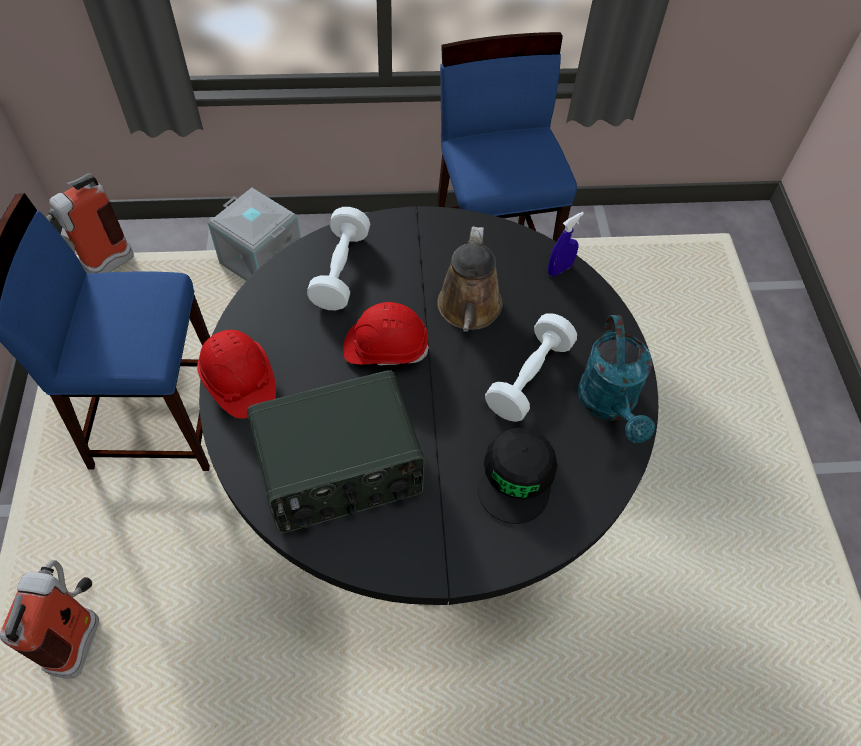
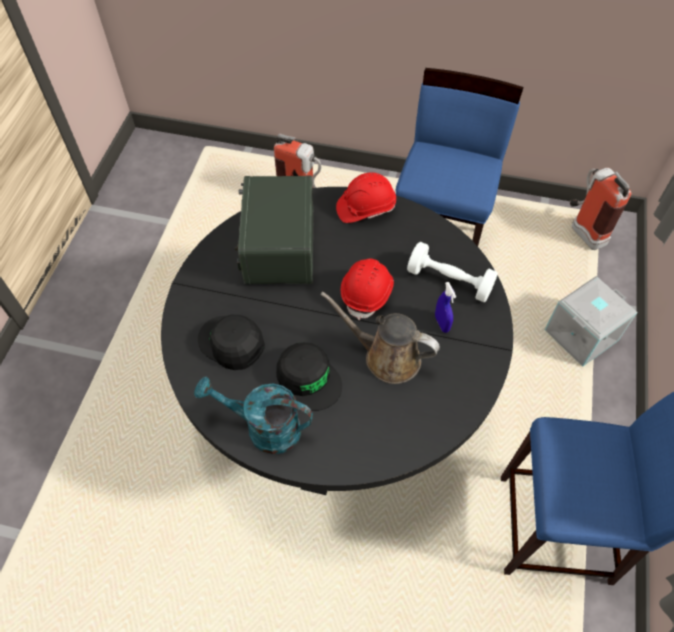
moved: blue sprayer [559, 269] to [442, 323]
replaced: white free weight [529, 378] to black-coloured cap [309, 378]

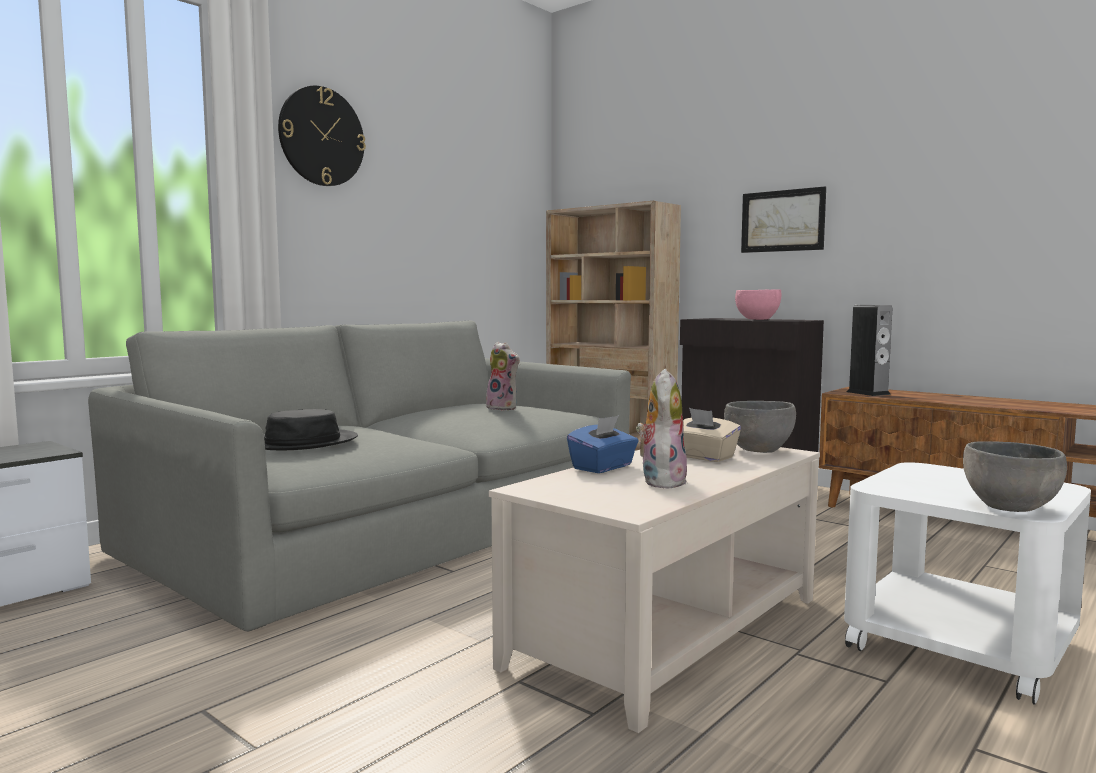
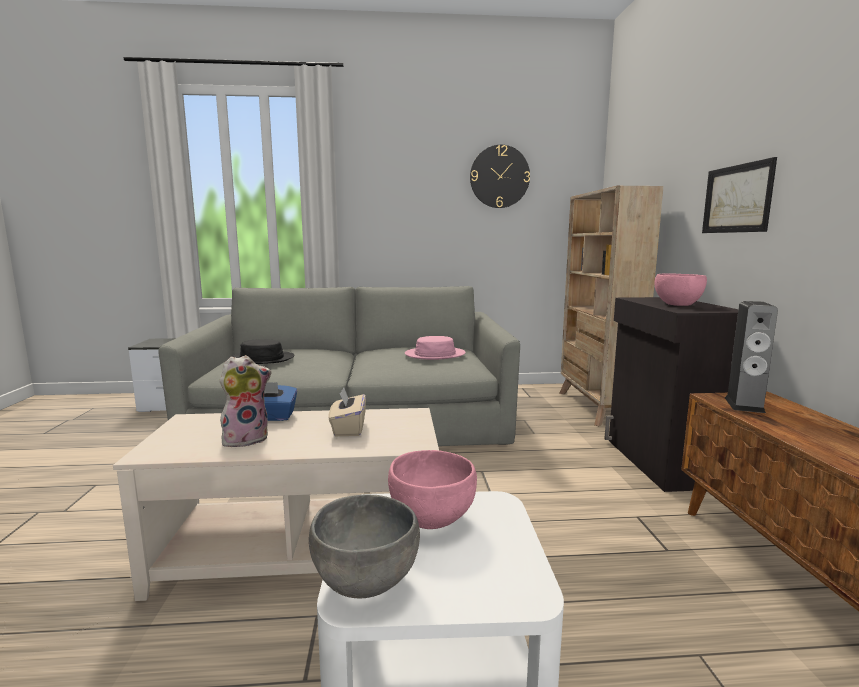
removed: gray serving bowl [758, 450]
added: pink-coloured serving bowl [431, 519]
moved: hanging clock [321, 136] to [499, 177]
replaced: soft toy [504, 408] to pink-coloured wearable hat [435, 354]

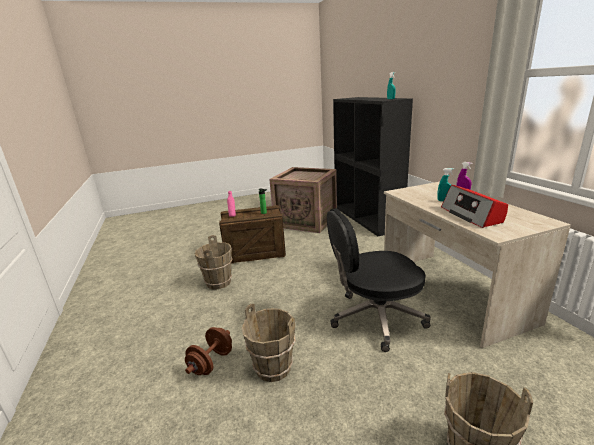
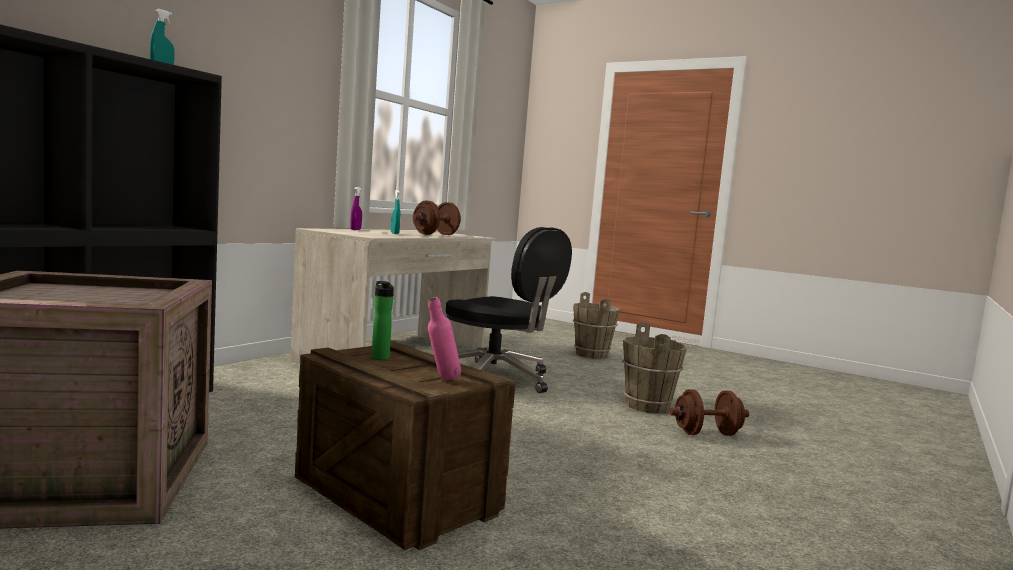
removed: brown water bucket [219, 282]
replaced: radio set [472, 215] to brown free weight [436, 234]

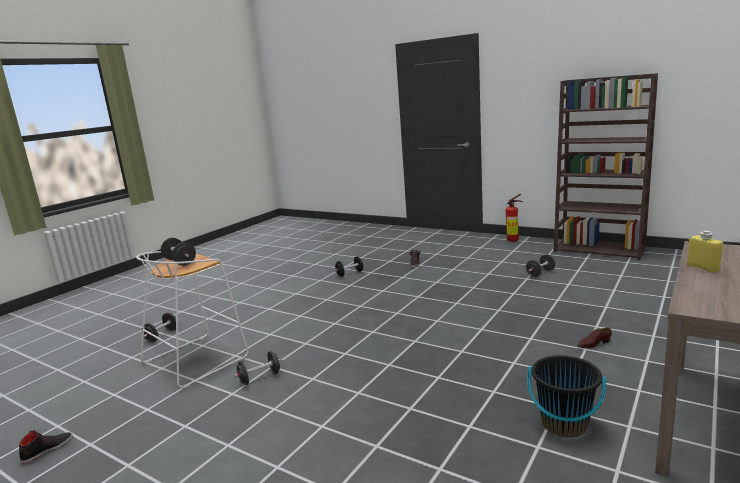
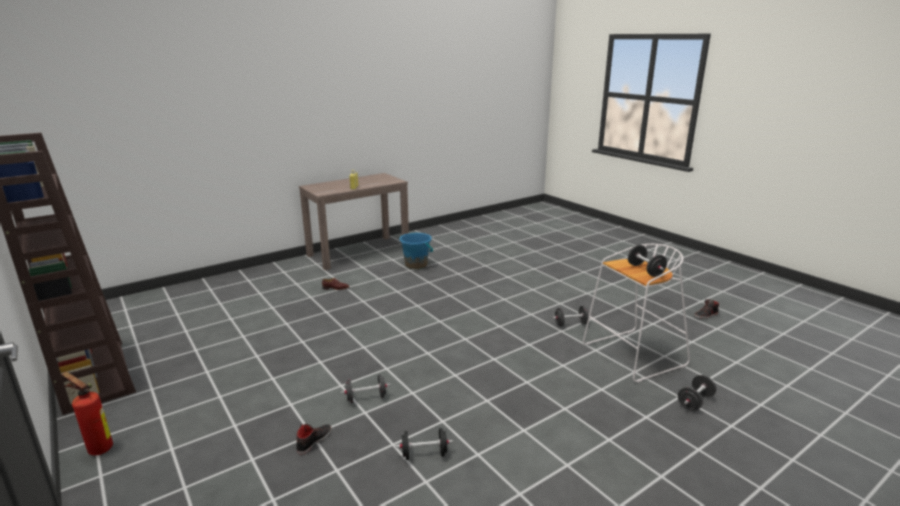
moved: black-coloured free weight [540, 273] to [366, 398]
recoloured: black-coloured water bucket [564, 424] to blue water bucket [416, 265]

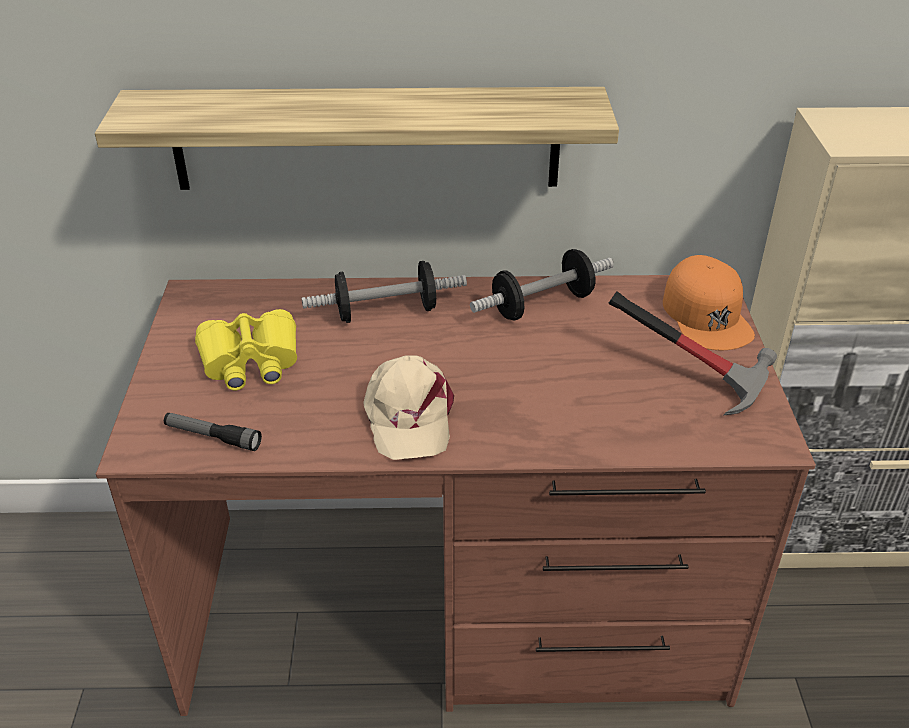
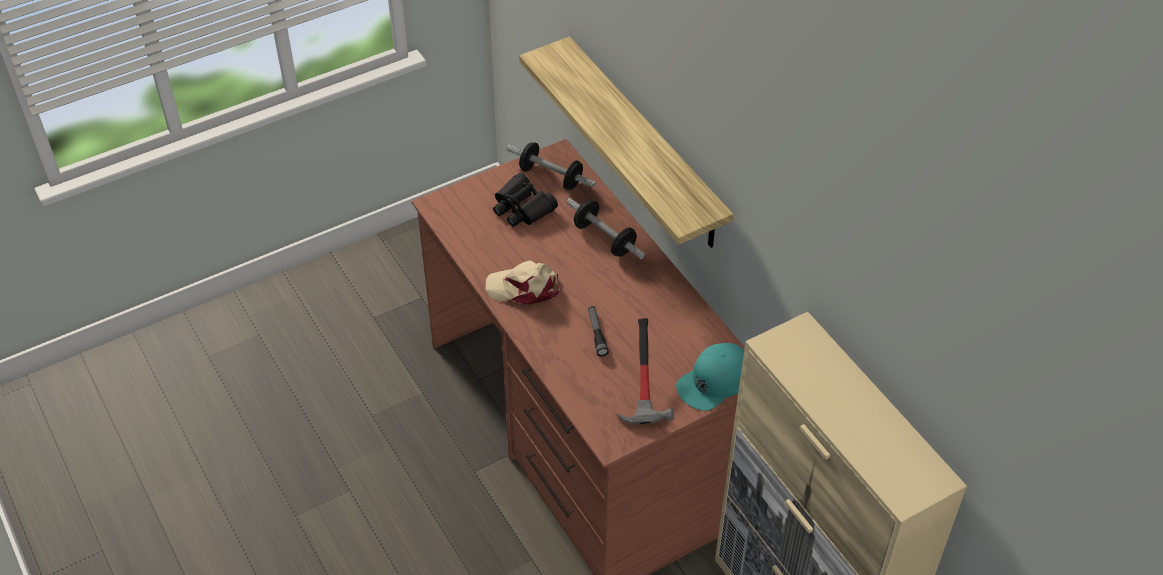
moved: free weight [542, 305] to [551, 177]; flashlight [212, 437] to [597, 334]
recoloured: orange cap [707, 315] to turquoise cap [713, 381]; yellow-coloured field glasses [250, 361] to black-coloured field glasses [522, 208]
turned: sand-coloured cap [408, 417] = [524, 288] 45 degrees clockwise

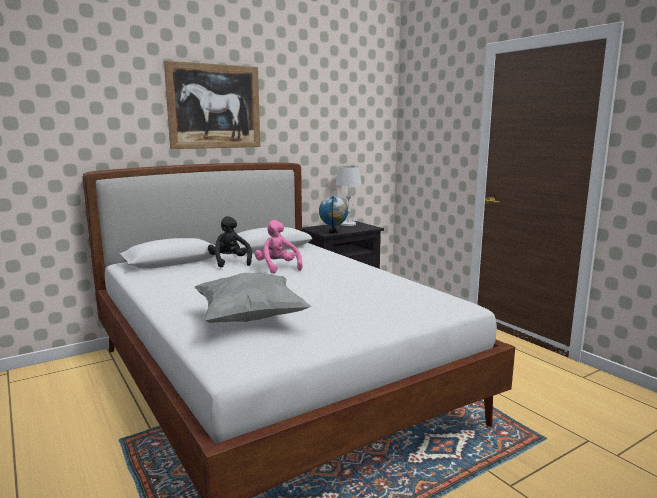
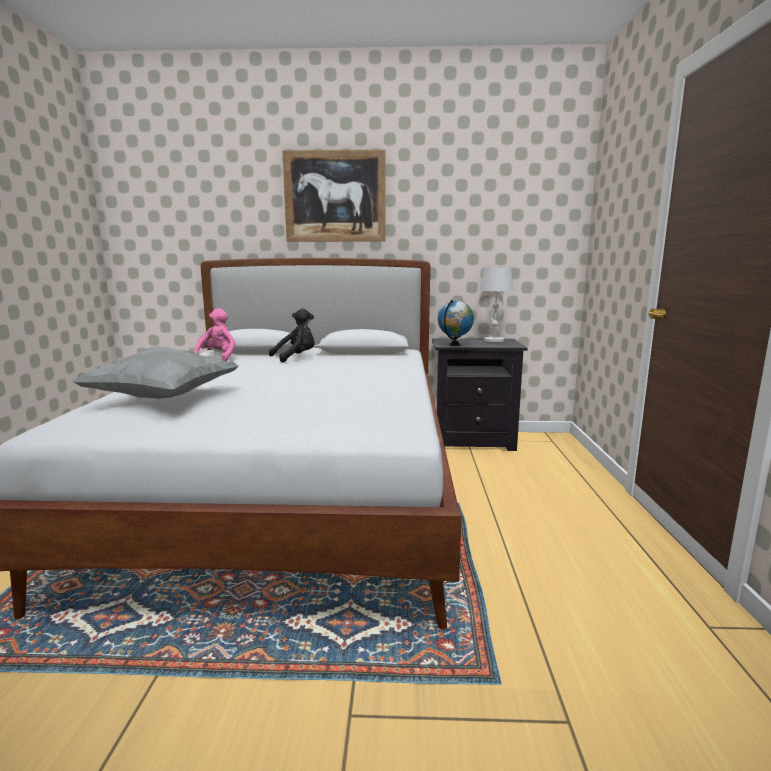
moved: pink-coloured soft toy [277, 268] to [217, 358]
turned: black-coloured soft toy [230, 262] = [296, 358] 45 degrees clockwise

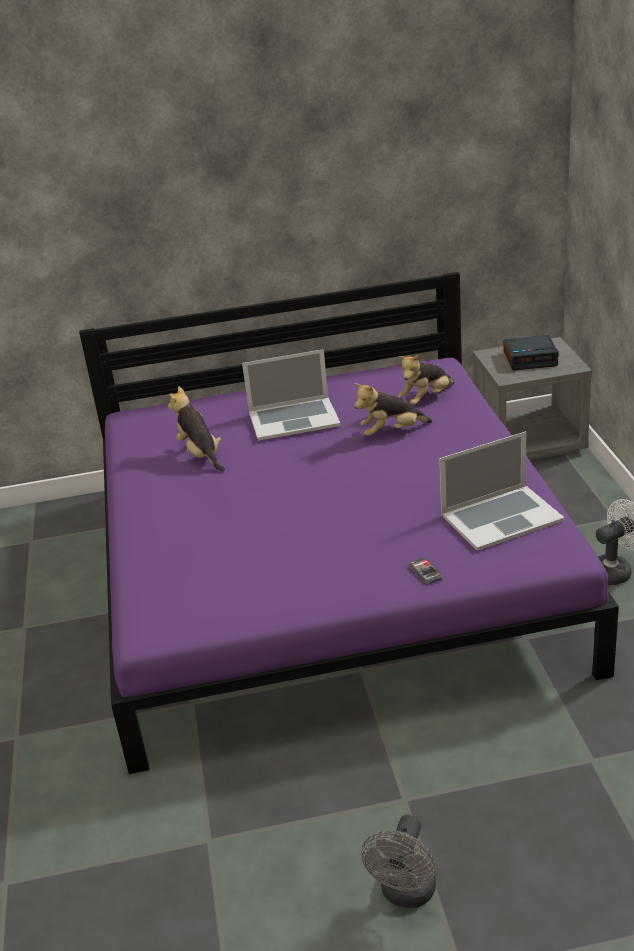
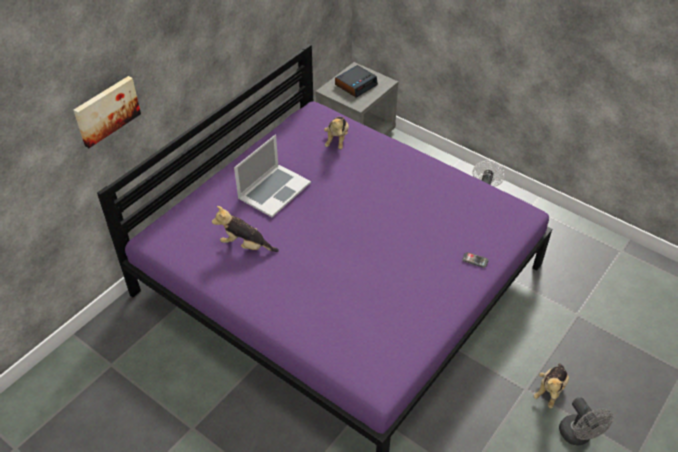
removed: laptop [501, 517]
added: picture [106, 110]
moved: soft toy [392, 432] to [550, 390]

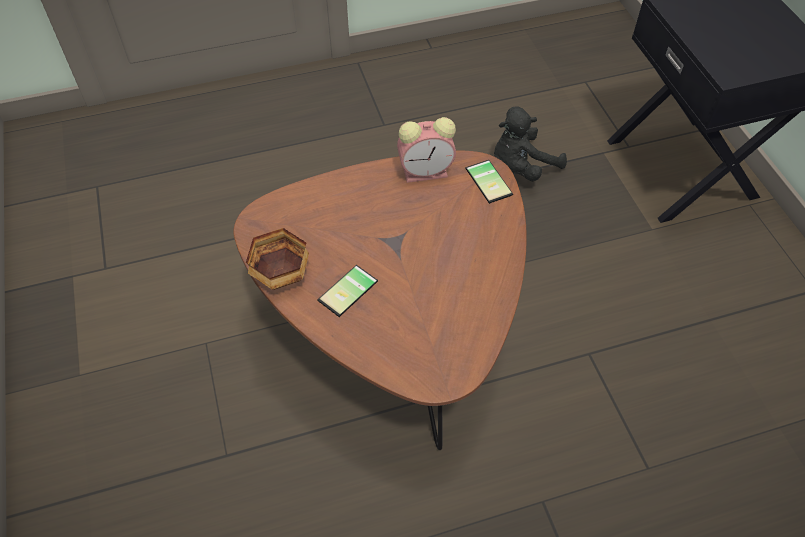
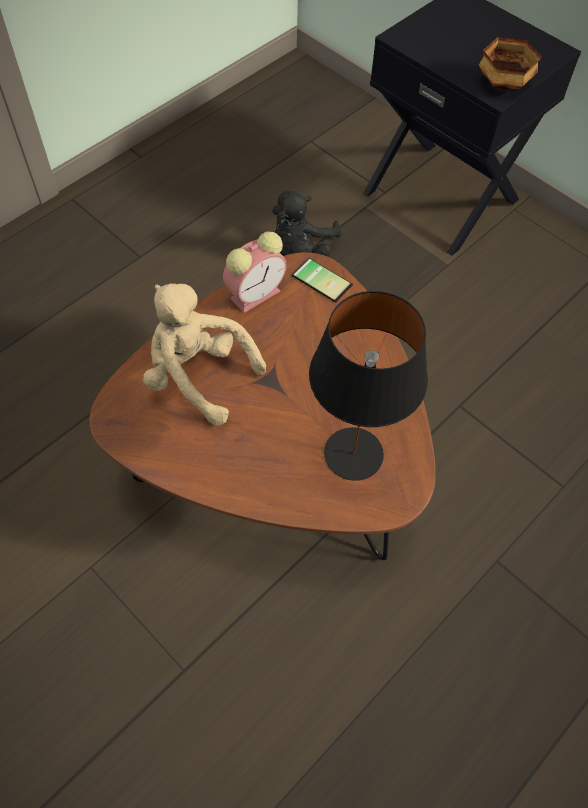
removed: handset [350, 292]
added: sand-coloured soft toy [198, 376]; black-coloured tabletop lamp [353, 453]
moved: serving bowl [283, 274] to [504, 83]

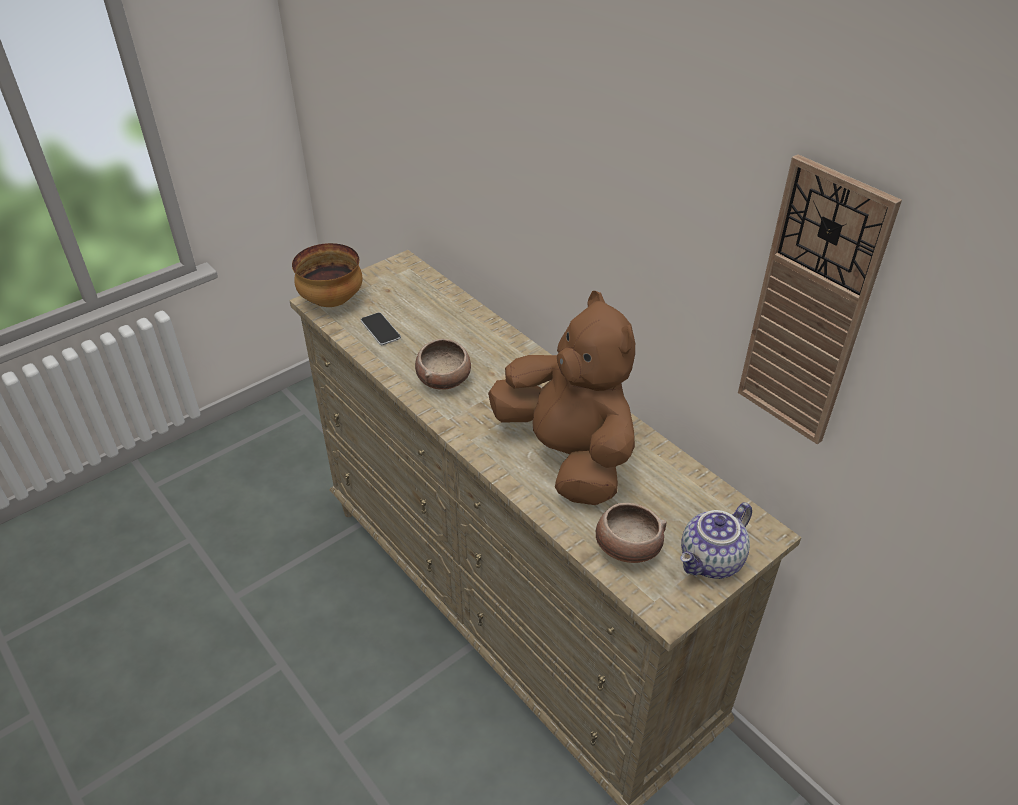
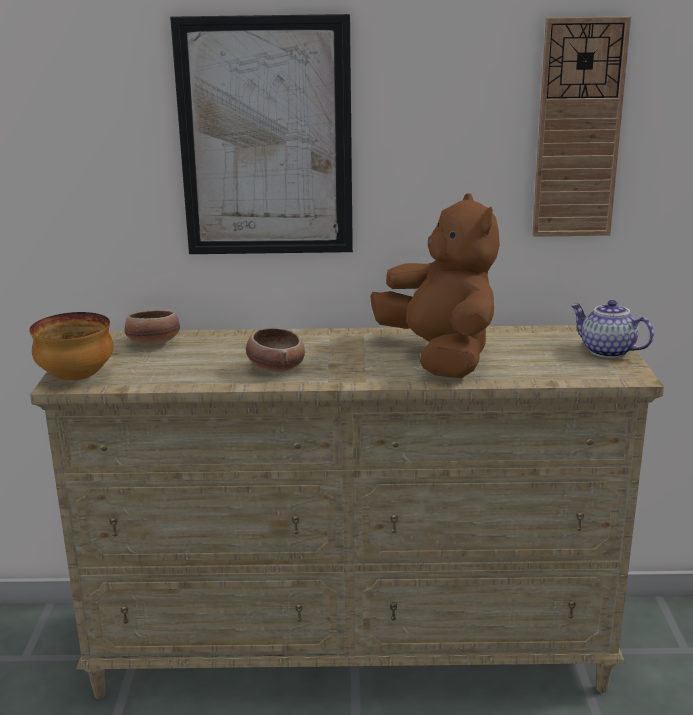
removed: handset [380, 329]
added: picture [266, 139]
moved: serving bowl [626, 548] to [153, 344]
turned: brown soft toy [568, 455] = [440, 357] 60 degrees clockwise; teapot [712, 562] = [606, 351] 135 degrees clockwise

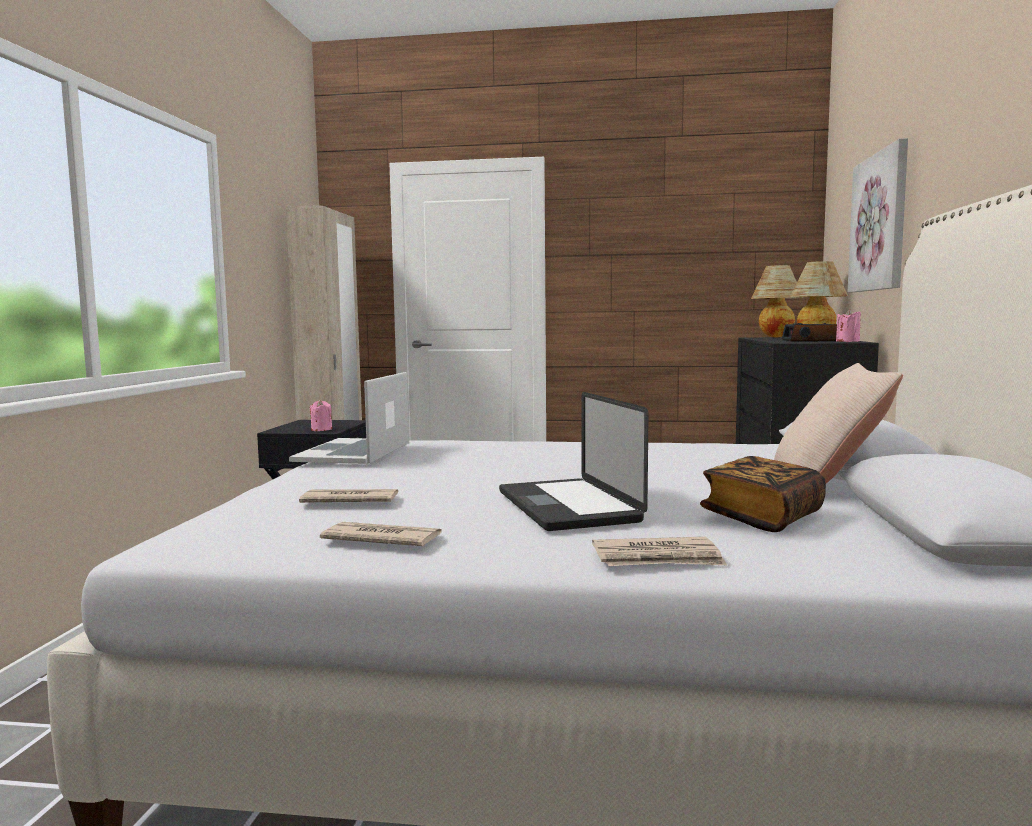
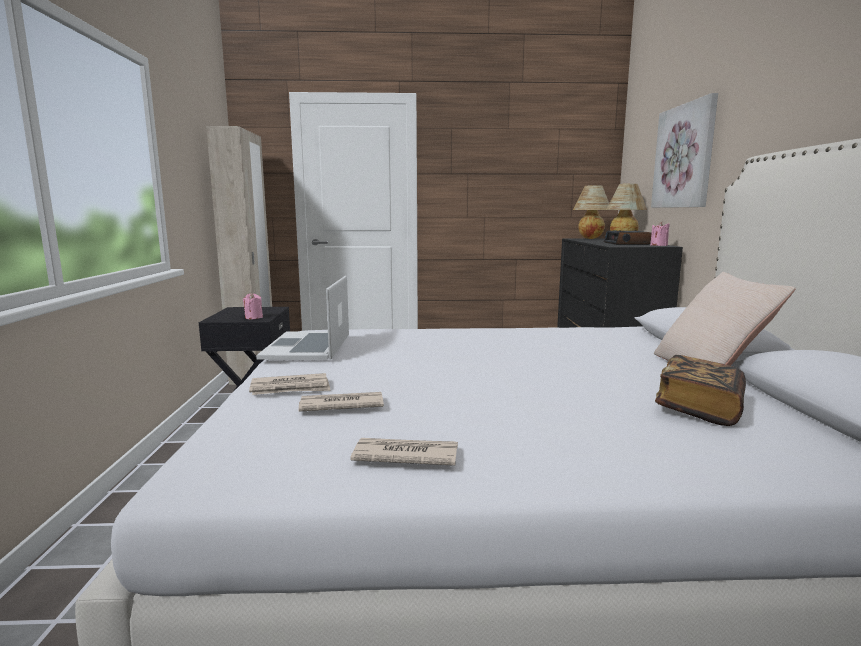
removed: laptop [567, 506]
moved: daily paper [658, 558] to [291, 388]

